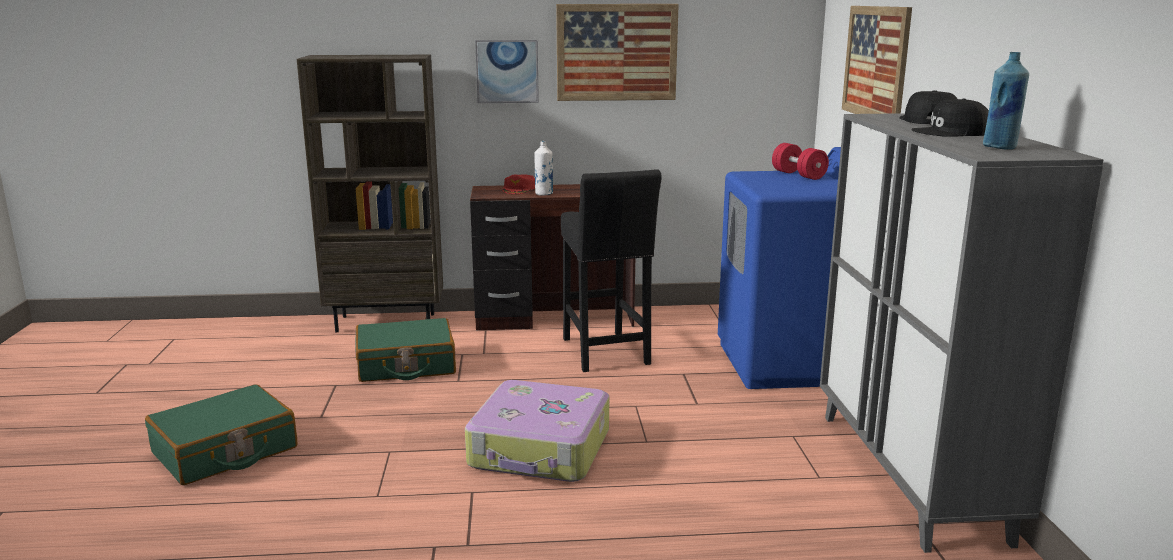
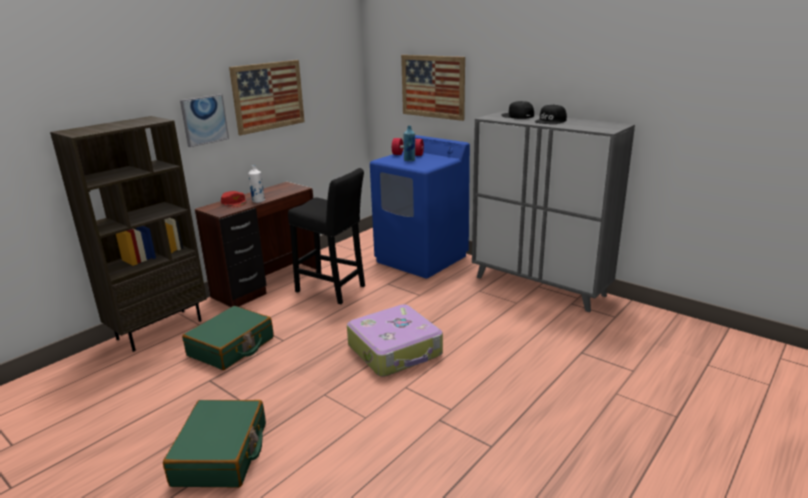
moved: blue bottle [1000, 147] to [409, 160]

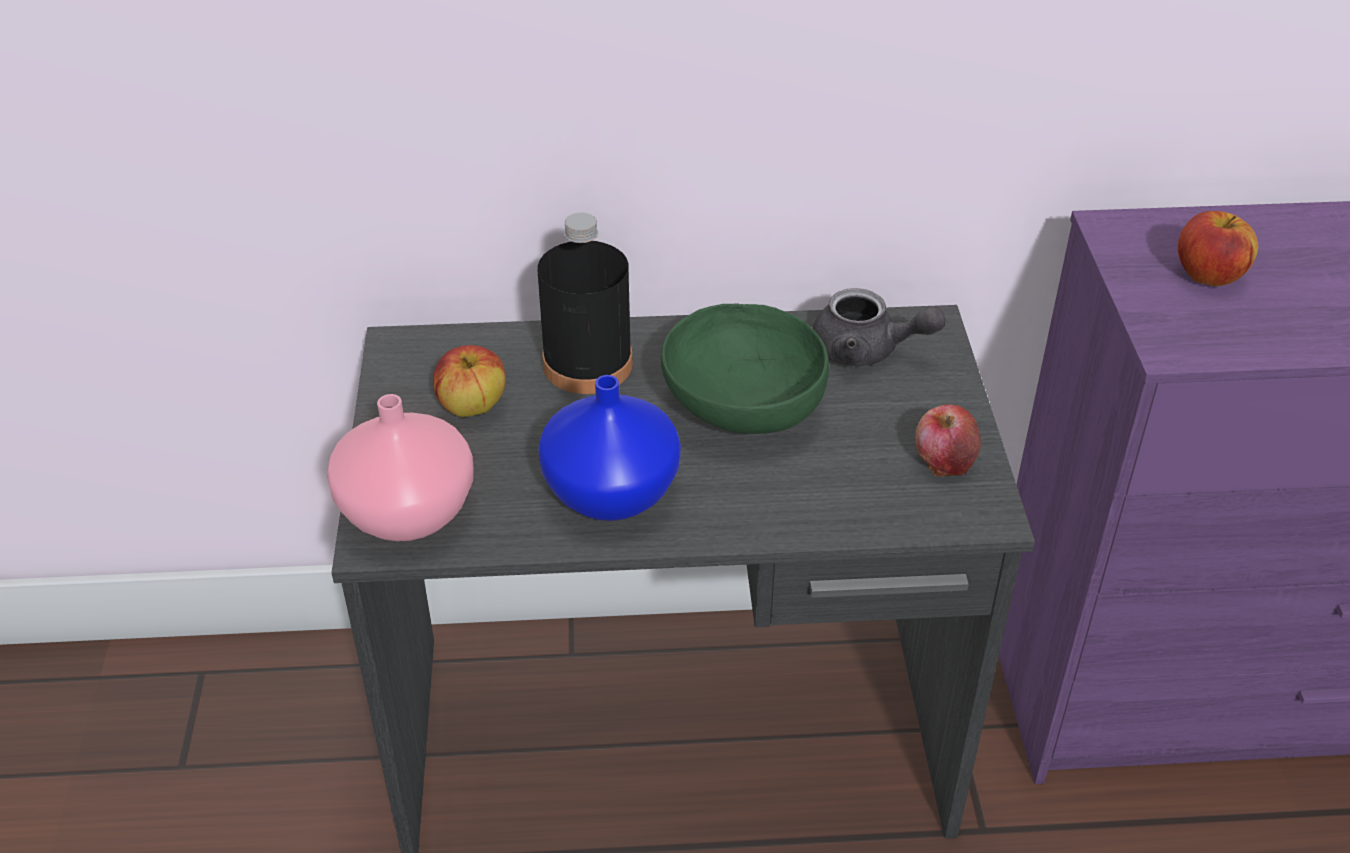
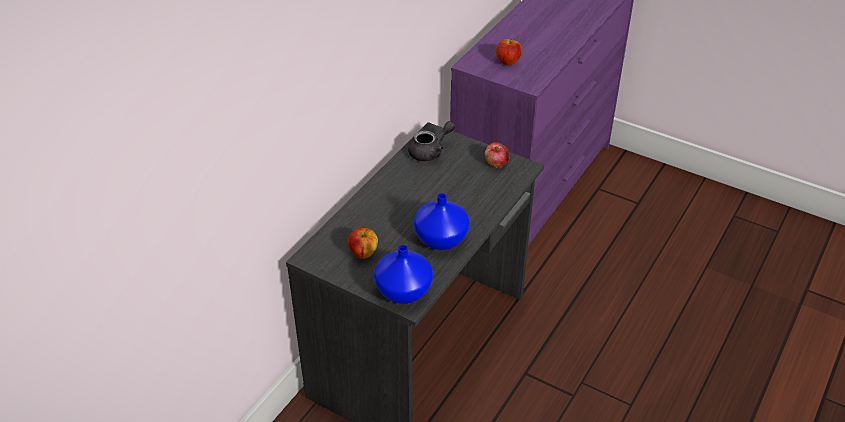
removed: black-coloured bottle [587, 364]; green serving bowl [741, 406]
recoloured: pink-coloured flower vase [406, 514] to blue flower vase [404, 292]

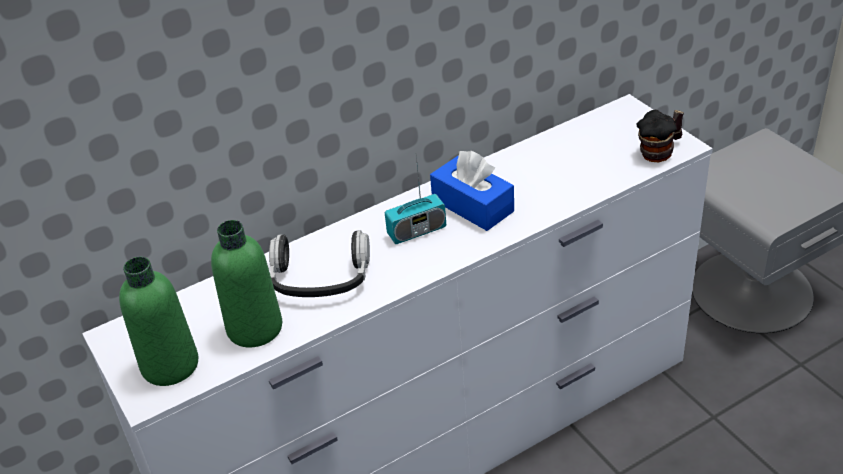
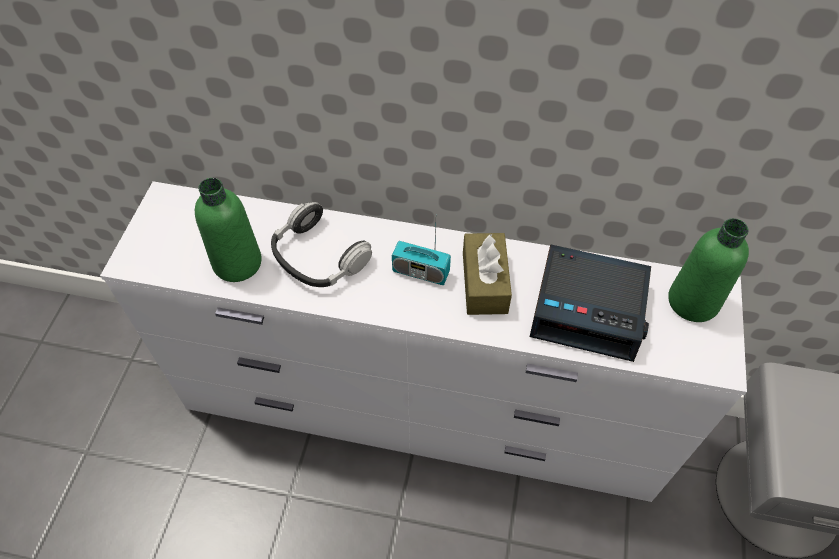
removed: coffee mug [660, 152]
added: table clock [589, 308]
moved: green bottle [170, 365] to [693, 301]
recoloured: blue tissue holder [472, 205] to brown tissue holder [484, 282]

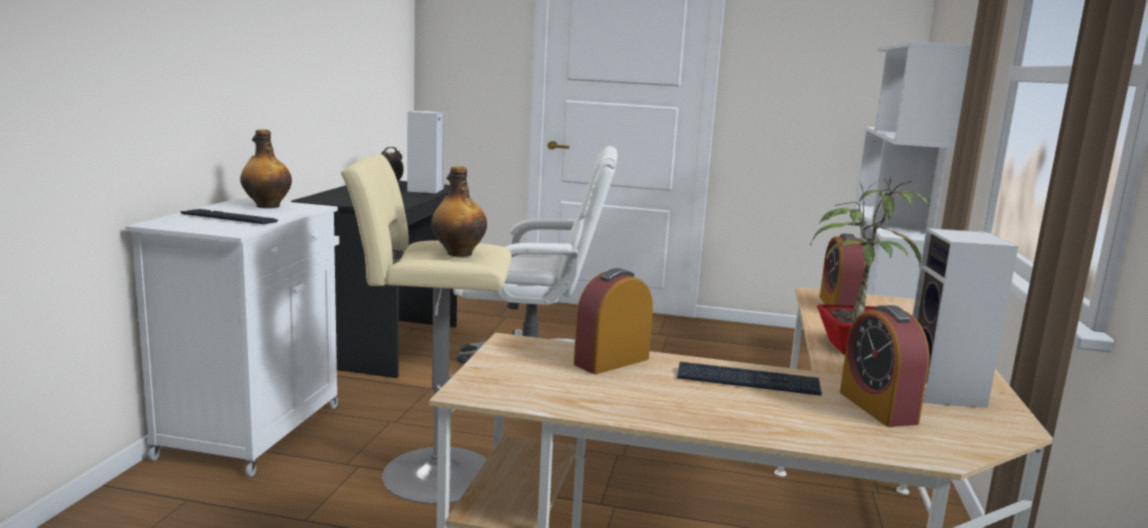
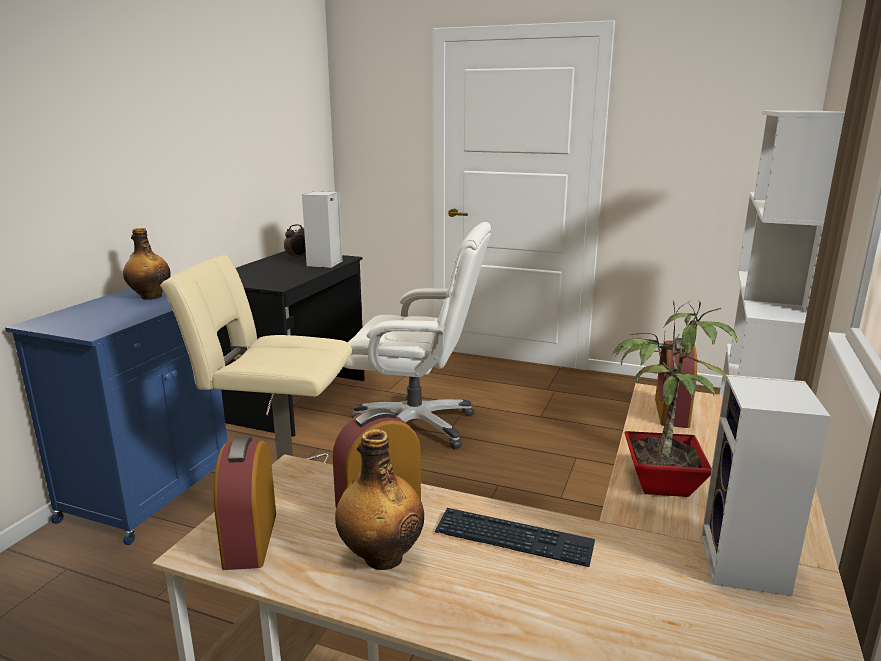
removed: PC keyboard [229, 218]
moved: bottle [458, 253] to [381, 556]; table clock [877, 407] to [250, 539]
recoloured: white storage cabinet [253, 430] to blue storage cabinet [151, 492]

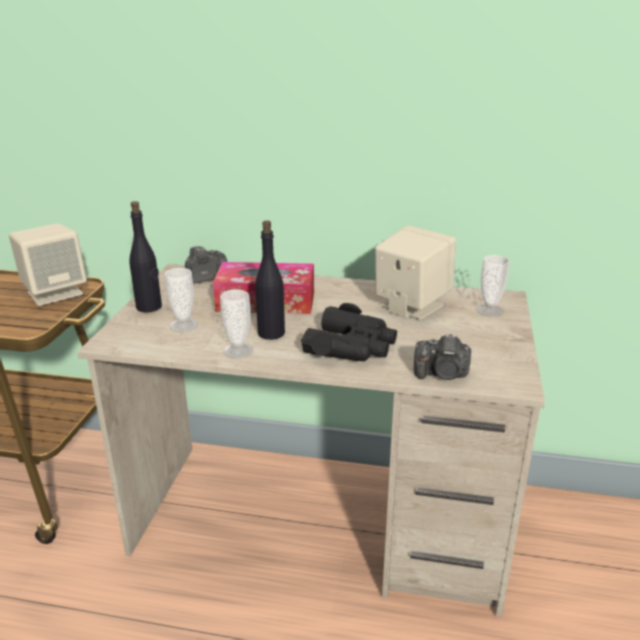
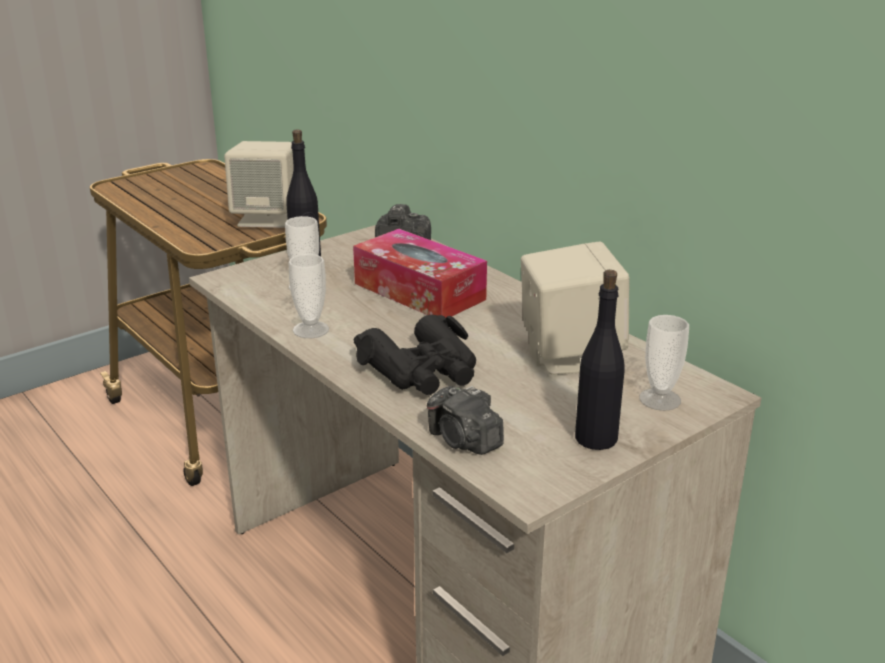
moved: black-coloured bottle [271, 333] to [596, 438]

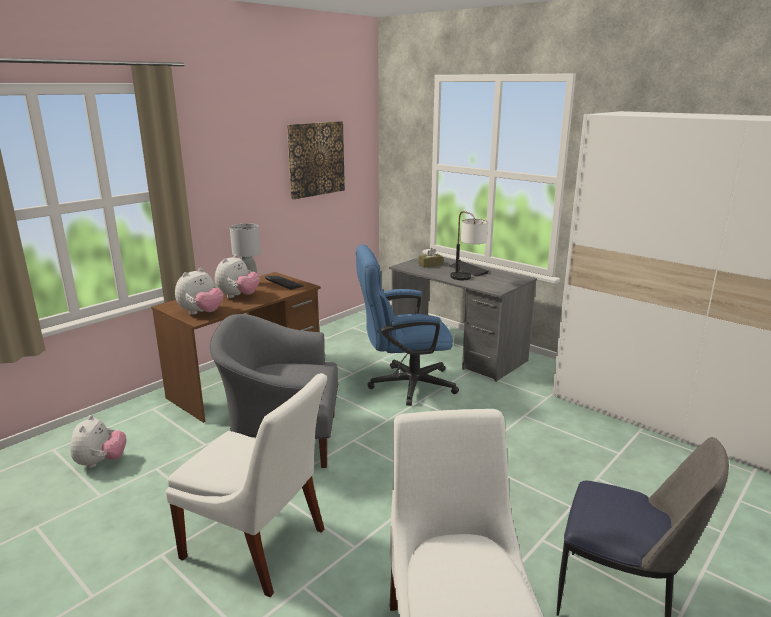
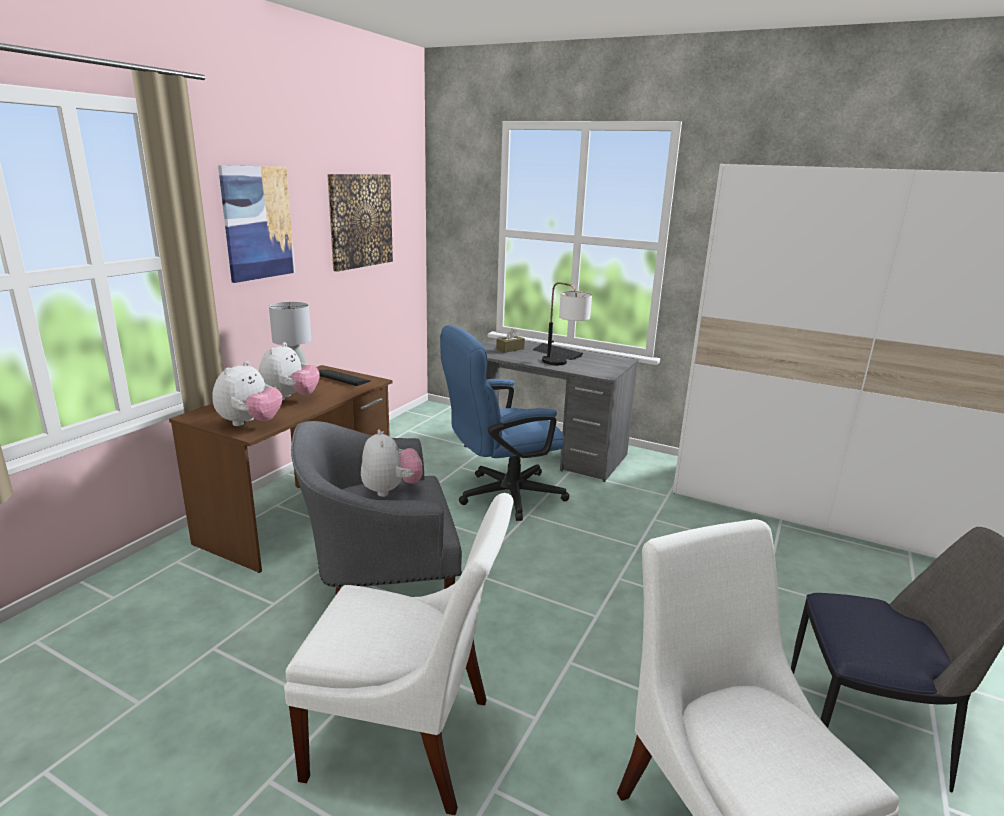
added: picture [257, 223]
moved: soft toy [101, 462] to [391, 490]

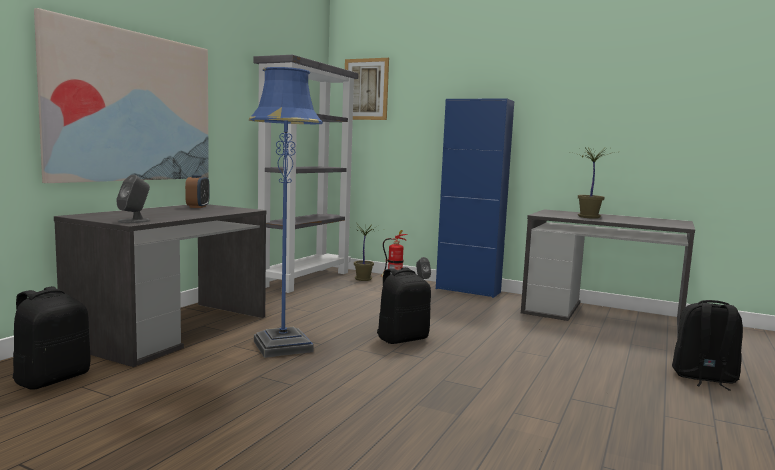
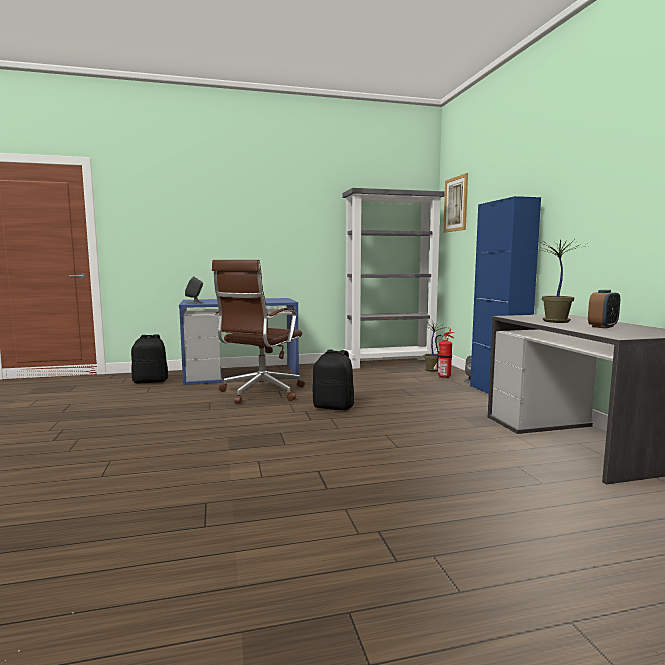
removed: picture [133, 107]; black-coloured rucksack [703, 378]
moved: table clock [198, 207] to [602, 326]
replaced: blue standing lamp [282, 346] to brown office chair [260, 393]
recoloured: gray desk [172, 330] to blue desk [241, 374]

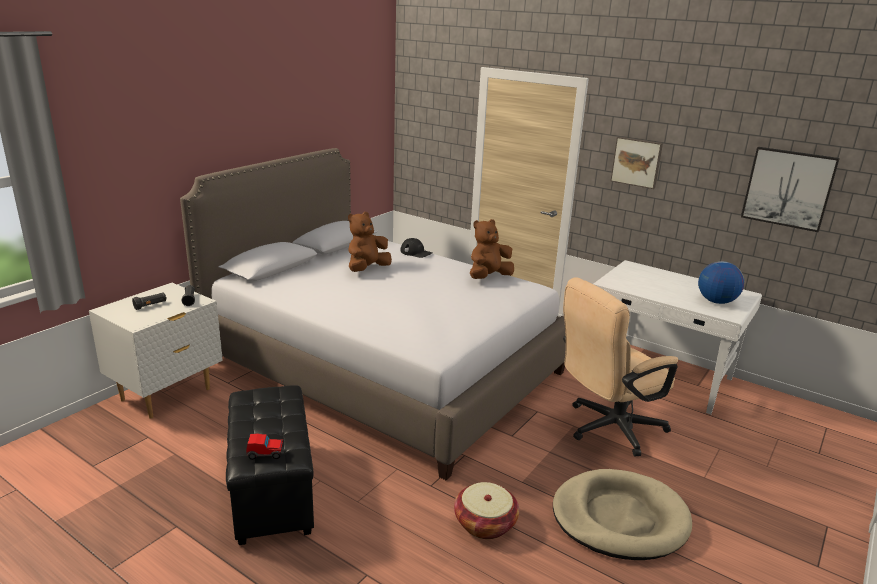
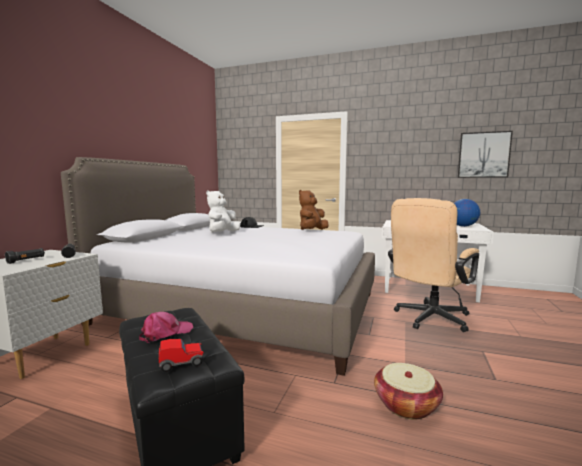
removed: picture [636, 162]; sand-coloured pet bed [619, 518]
added: pink-coloured cap [165, 333]
recoloured: brown soft toy [367, 269] to white soft toy [222, 233]

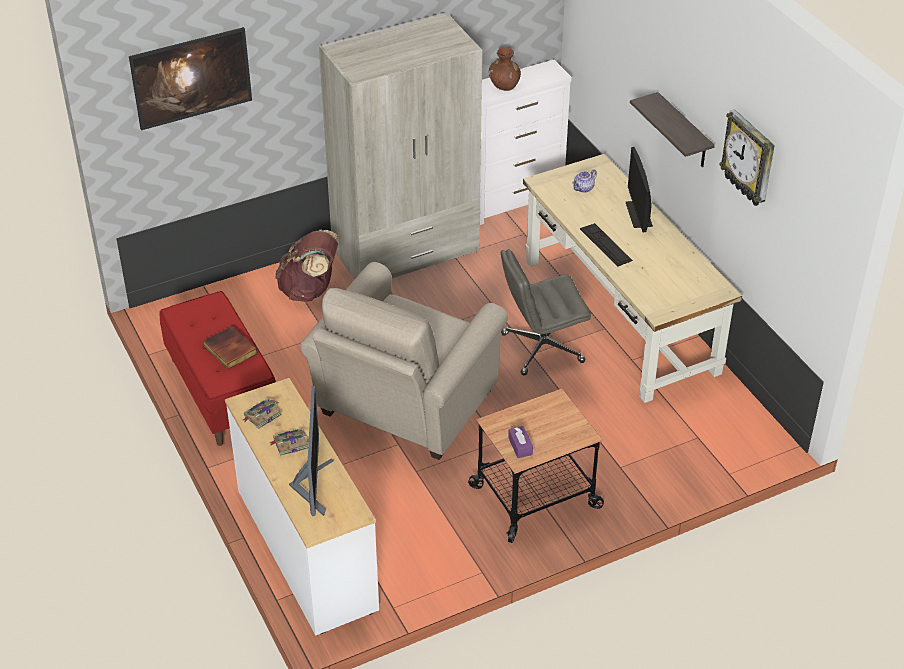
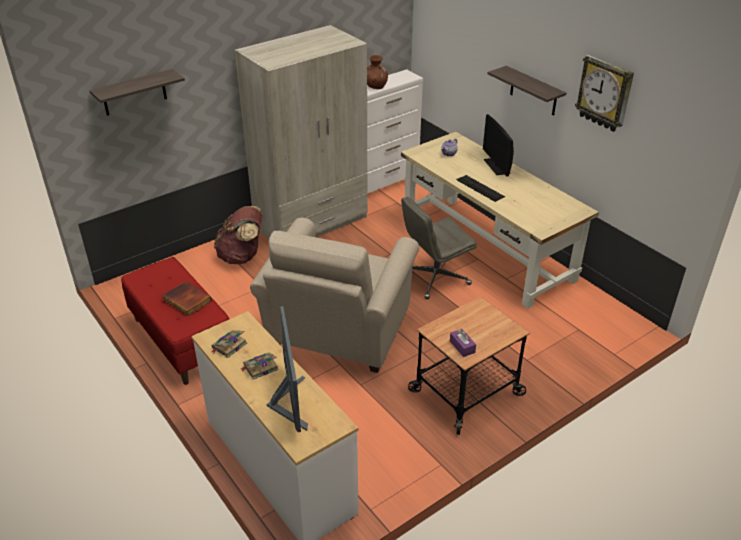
replaced: picture [194, 96] to wall shelf [134, 93]

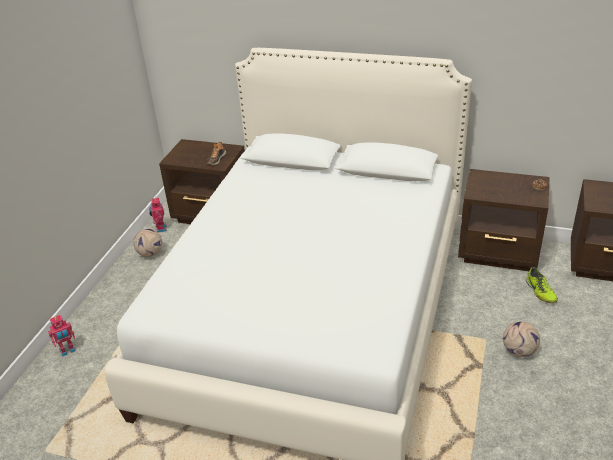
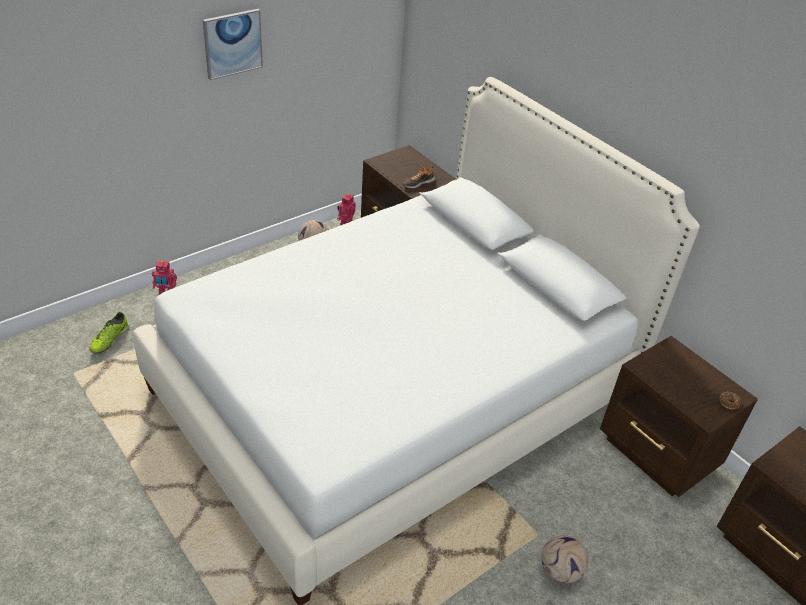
added: picture [232, 43]
moved: low shoe [540, 292] to [109, 340]

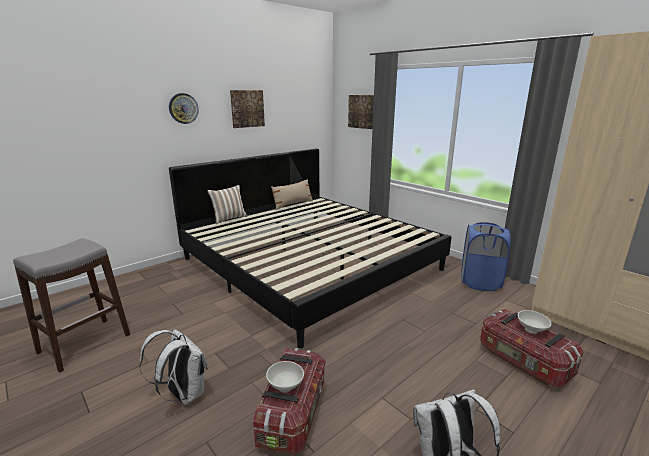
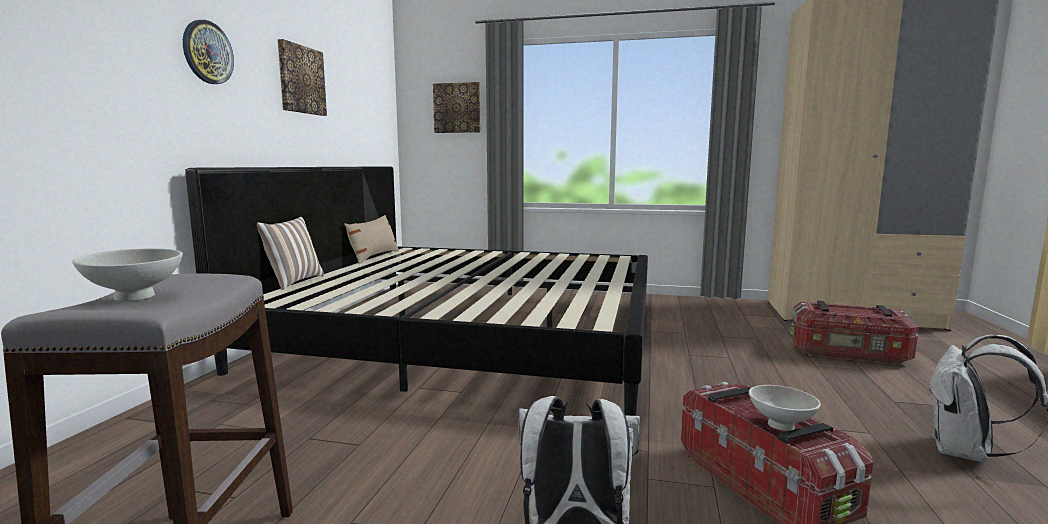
removed: blue hamper [480, 282]
moved: white serving bowl [532, 330] to [138, 296]

